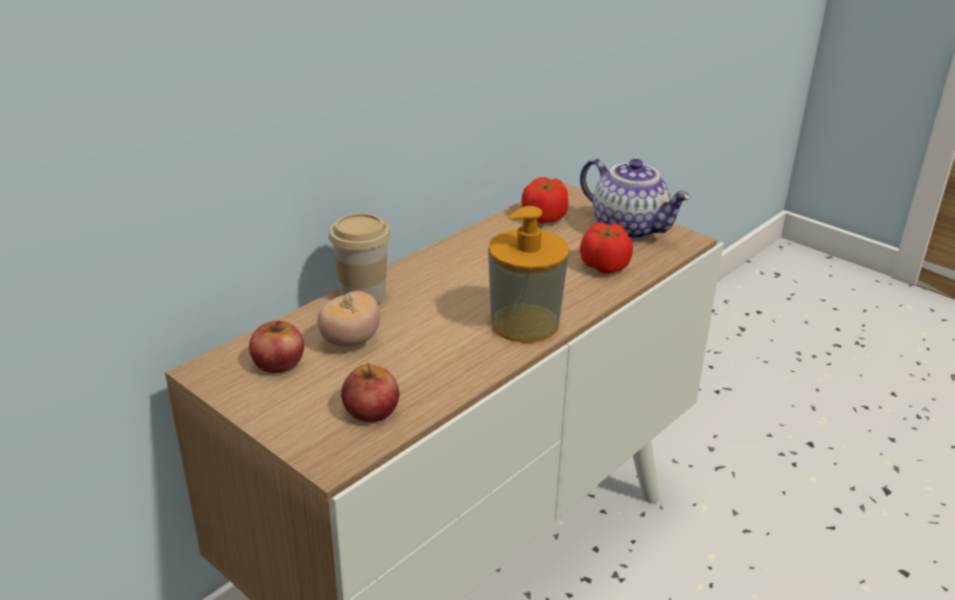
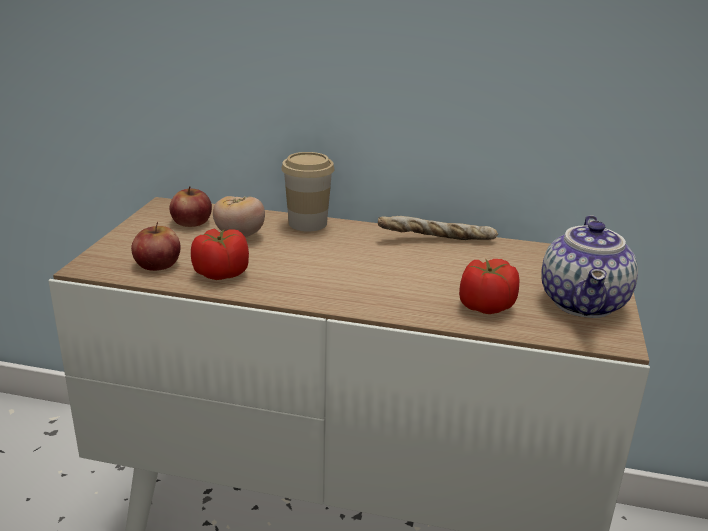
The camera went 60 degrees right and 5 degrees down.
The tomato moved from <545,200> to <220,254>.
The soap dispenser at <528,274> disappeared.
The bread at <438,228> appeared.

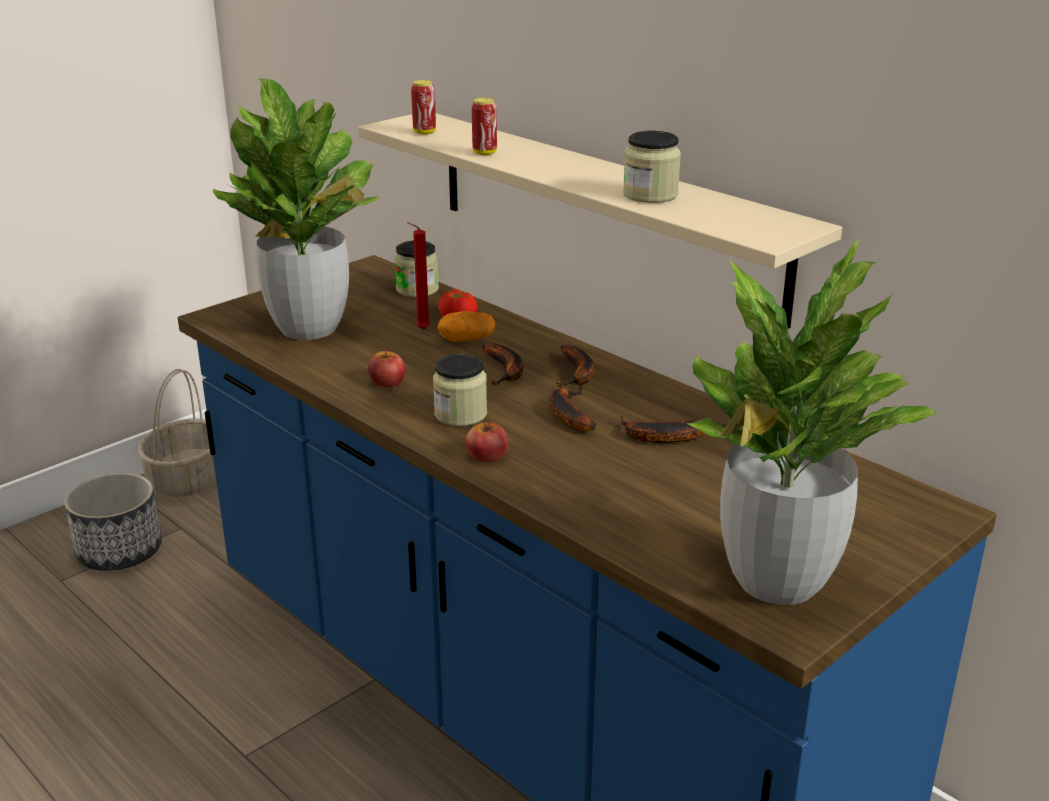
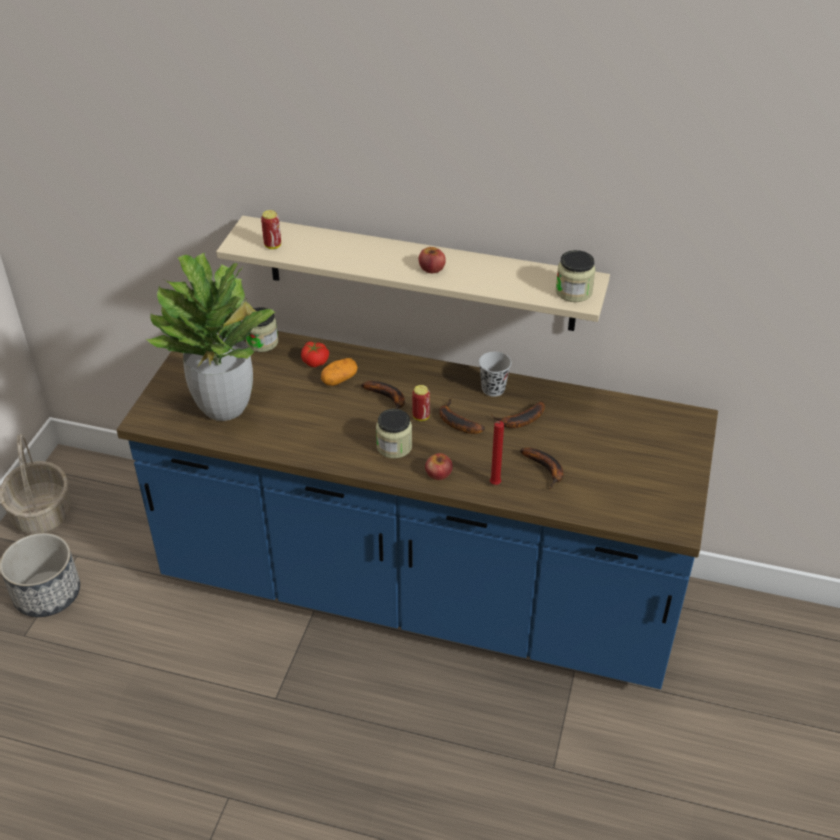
The camera went 30 degrees left and 15 degrees up.
The can moved from <484,126> to <421,403>.
The jar moved from <652,167> to <575,276>.
The candle/red moved from <418,276> to <497,453>.
The potted plant at <810,422> disappeared.
The banana moved from <575,366> to <542,468>.
The apple moved from <387,367> to <432,260>.
The cup/black at <495,374> appeared.

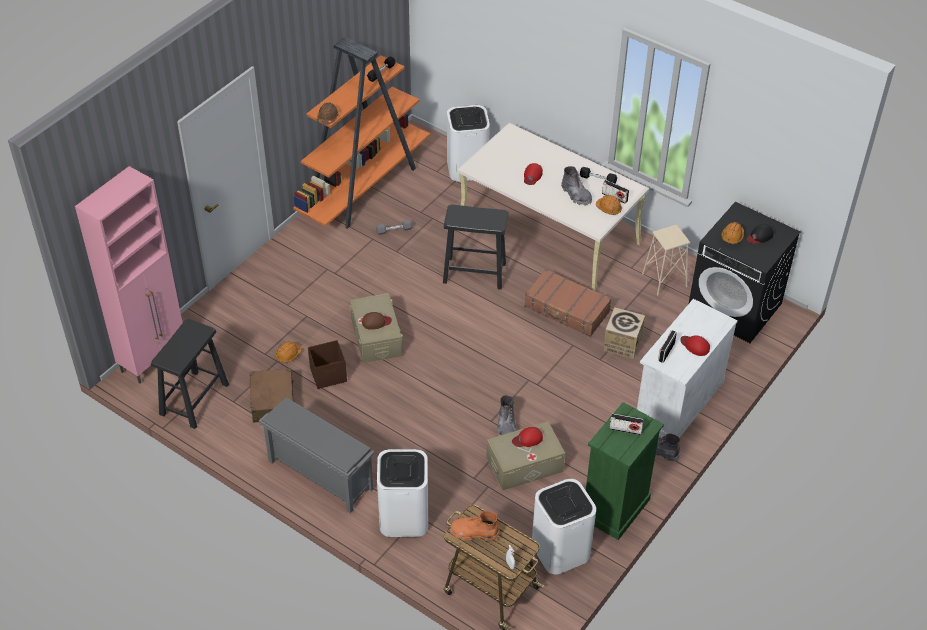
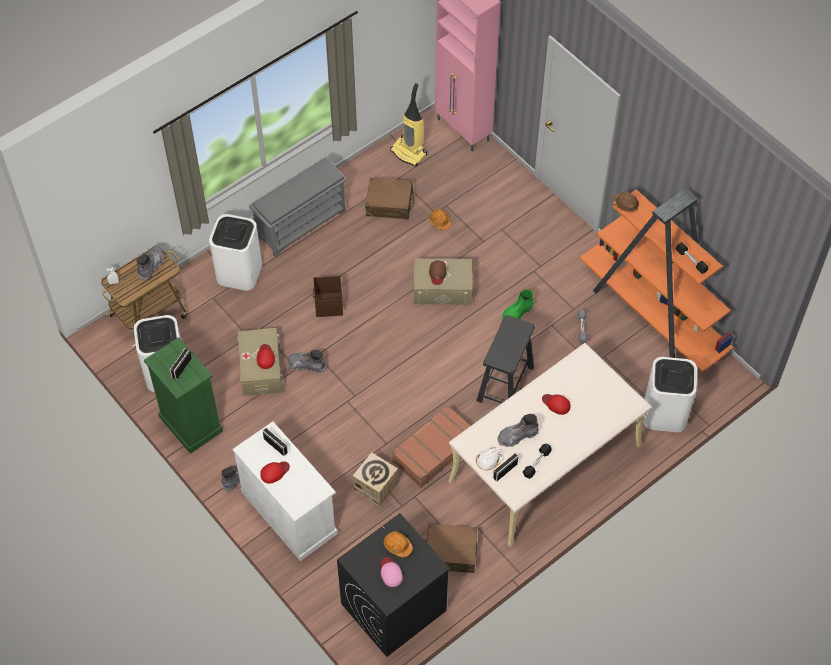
The camera went 105 degrees right and 10 degrees up.
The hard hat/orange at <609,205> became the hard hat/white at <490,458>.
The cap/black at <760,234> became the cap/pink at <392,572>.
The stool/beige at <666,260> was replaced by the suitcase/brown at <451,548>.
The stool/black at <190,374> was replaced by the vacuum cleaner at <408,125>.
The storage box/brown moved from <327,364> to <328,296>.
The boot/orange at <474,526> became the boot/grey at <150,263>.
The boot/green at <518,304> appeared.

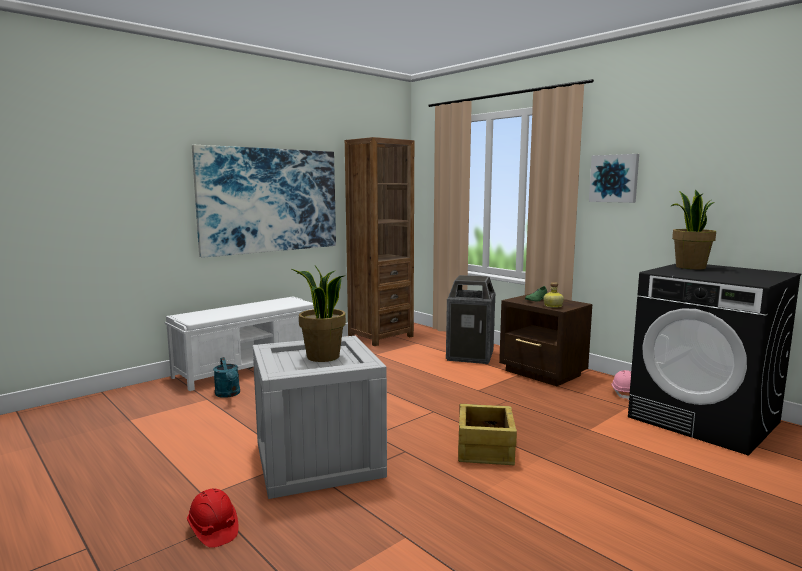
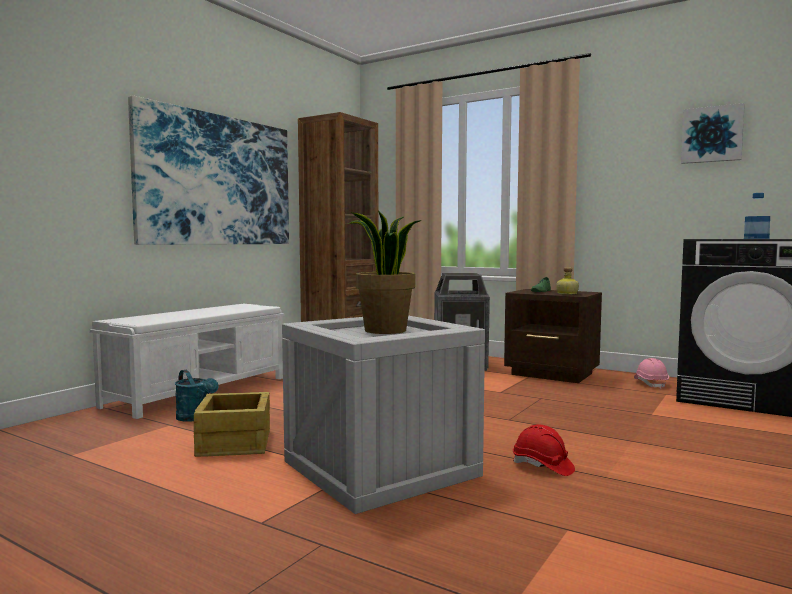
The camera went 15 degrees left and 5 degrees down.
The picture moved from <614,178> to <713,133>.
The potted plant at <693,229> disappeared.
The crate moved from <487,434> to <232,424>.
The hard hat/red moved from <212,518> to <544,450>.
The bottle at <757,216> appeared.

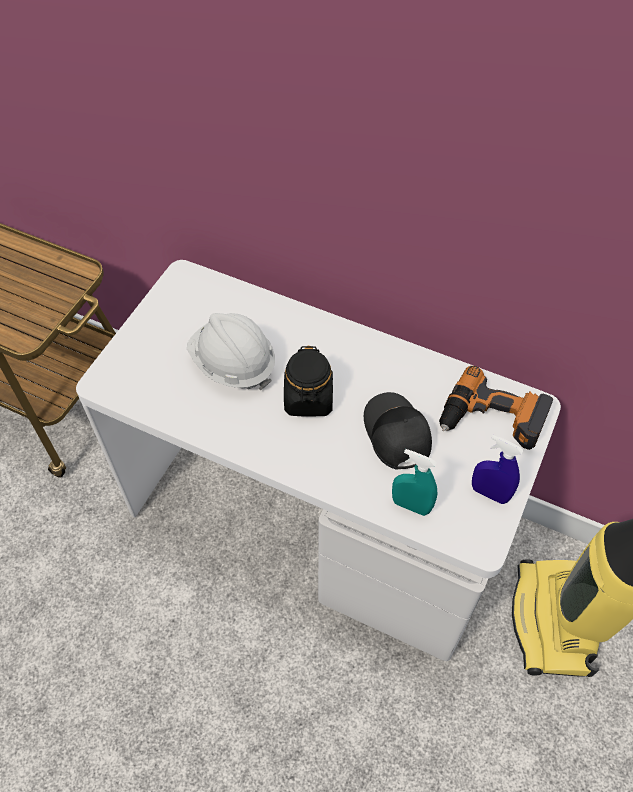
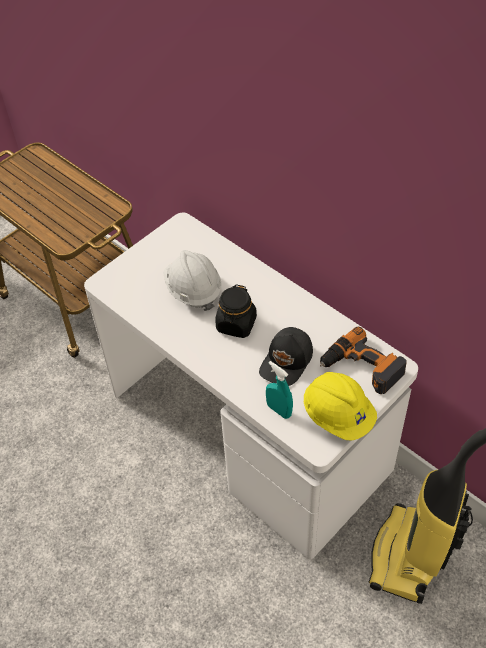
The camera went 20 degrees right and 5 degrees down.
The cap/black at <398,431> turned 150 degrees counterclockwise.
The spray bottle/blue at <497,469> was replaced by the hard hat/yellow at <340,406>.

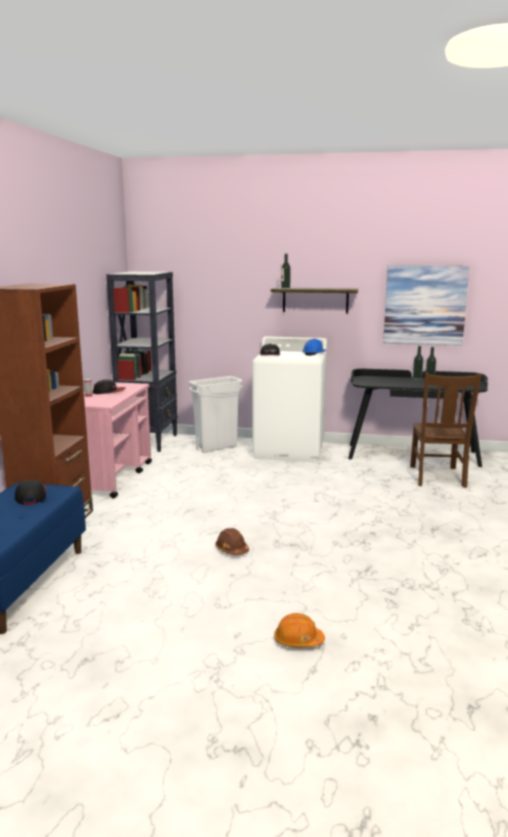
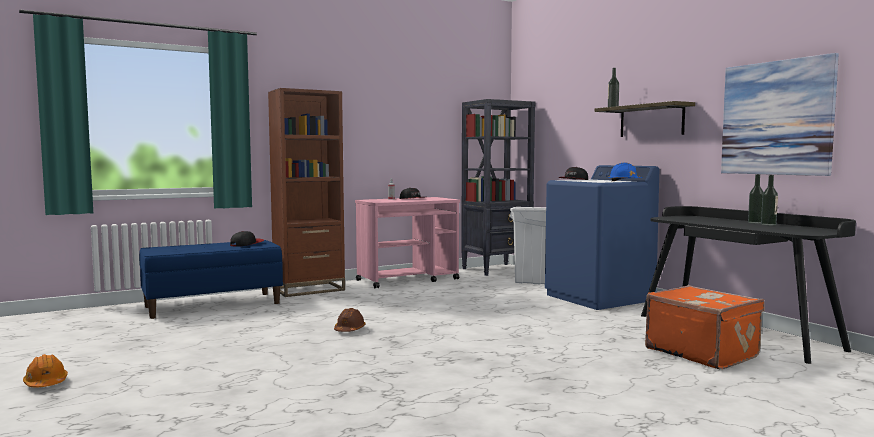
The camera went 50 degrees right and 10 degrees down.
The washing machine/white at <289,399> became the washing machine/blue at <602,237>.
The chair/brown at <446,430> was replaced by the suitcase/orange at <704,327>.
The hard hat/orange moved from <299,630> to <45,371>.

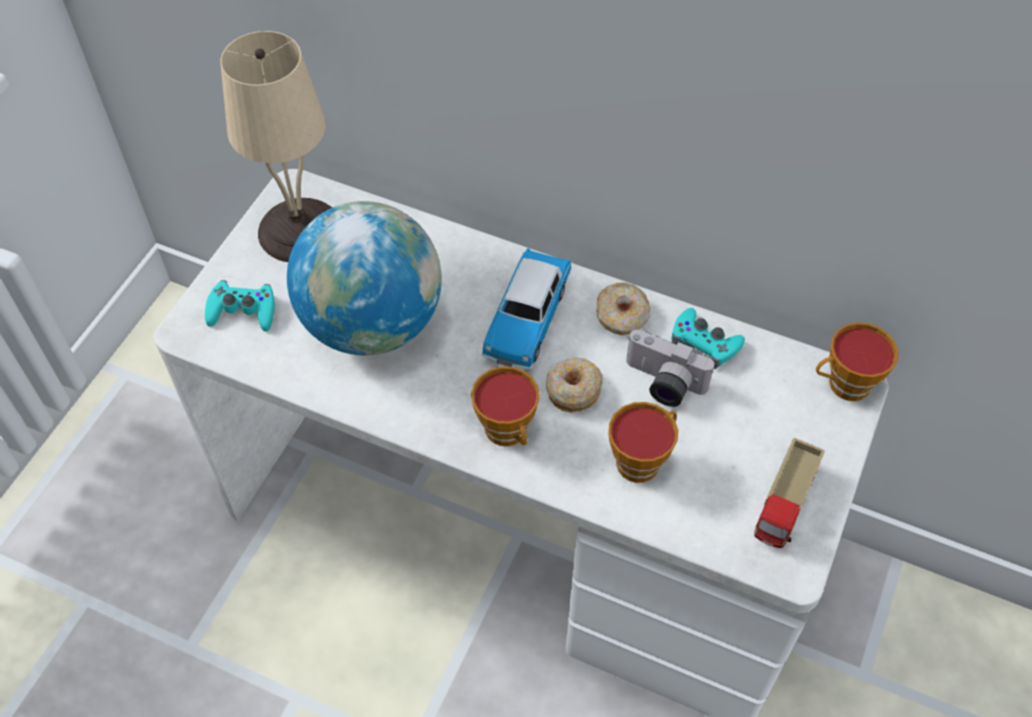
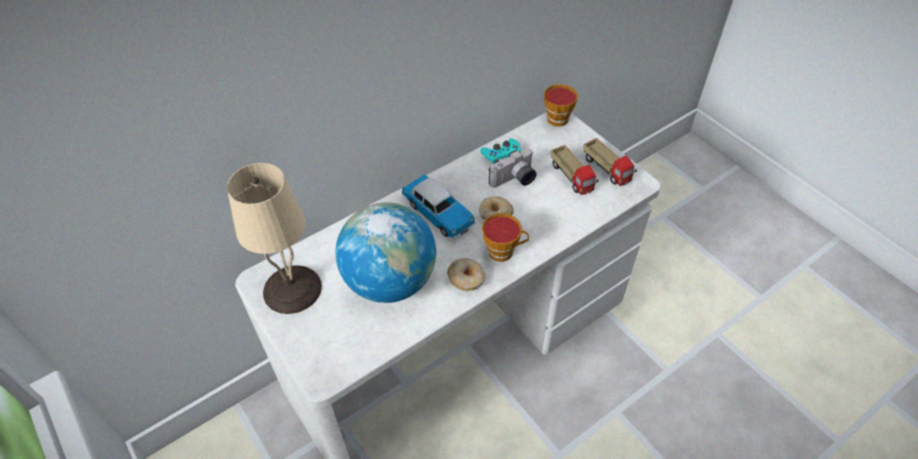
The camera went 60 degrees left and 5 degrees down.
The game controller/turquoise at <240,306> disappeared.
The donut moved from <623,308> to <466,274>.
The cup at <643,442> disappeared.
The toy truck at <574,170> appeared.

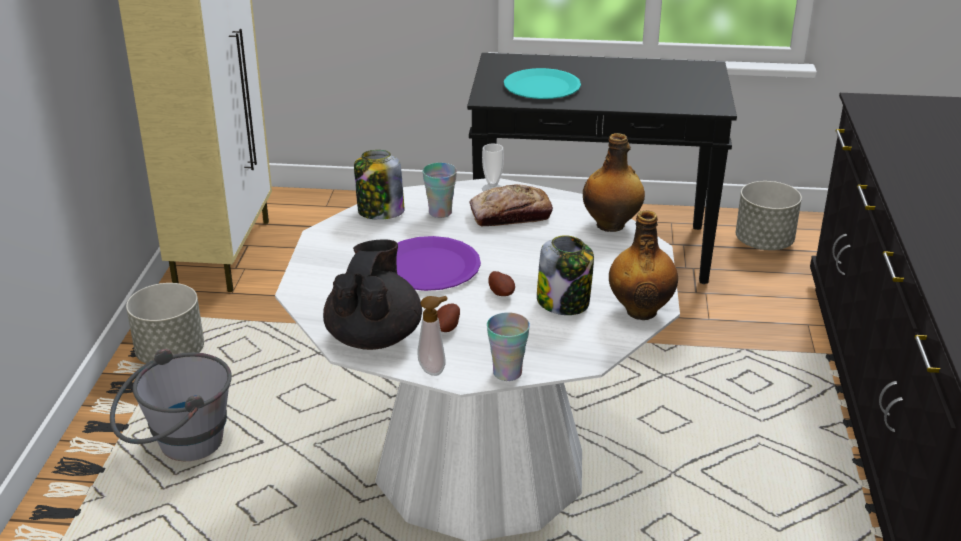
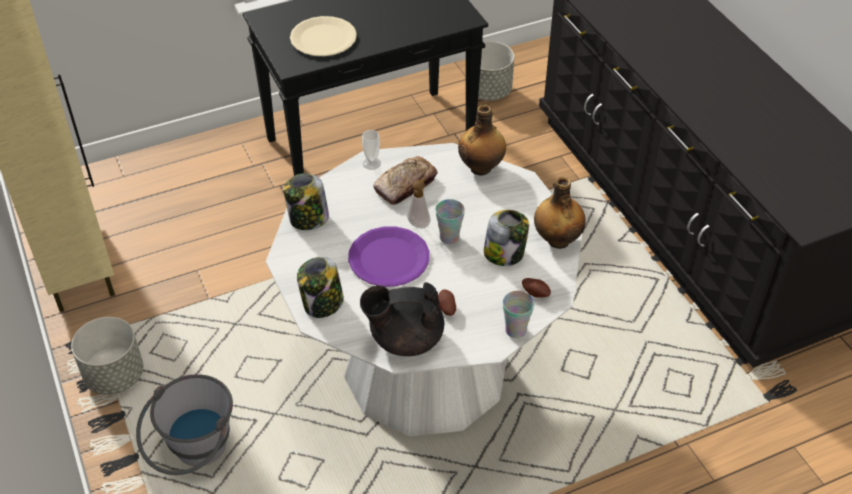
The camera went 30 degrees left and 15 degrees up.
The plate/turquoise at <542,83> became the plate/beige at <323,36>.
The cup moved from <439,190> to <450,221>.
The teapot/black at <372,294> turned 75 degrees counterclockwise.
The potato moved from <501,283> to <536,288>.
The soap dispenser moved from <432,336> to <419,203>.
The jar at <320,287> appeared.

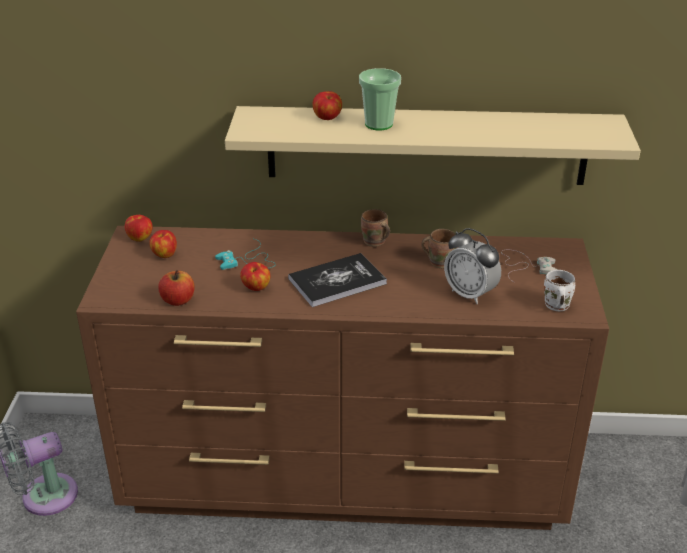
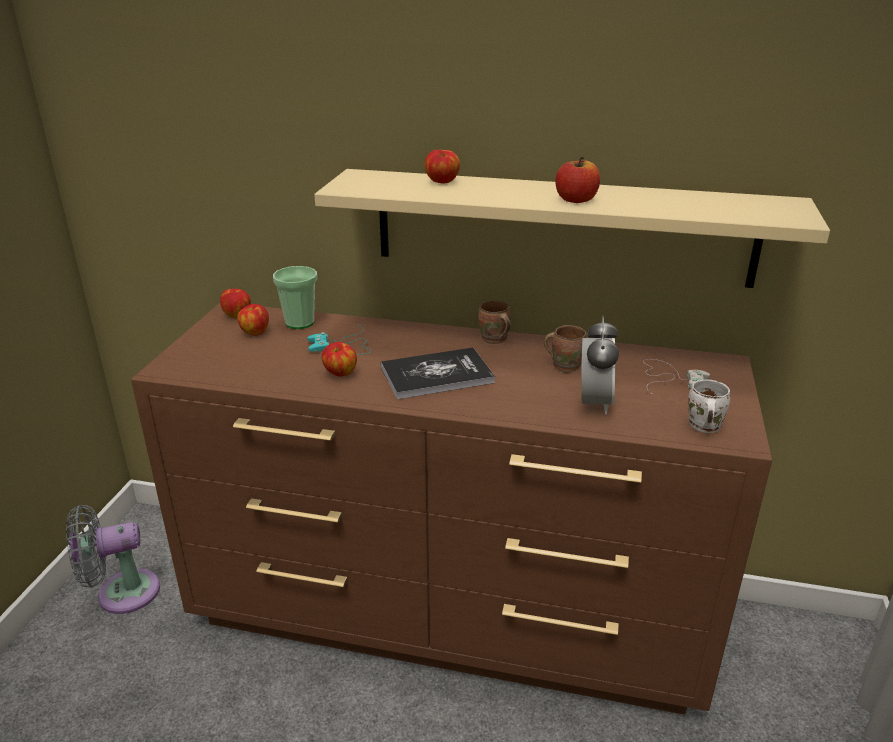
The camera went 10 degrees right and 5 degrees down.
The cup moved from <380,99> to <295,297>.
The alarm clock at <472,266> turned 135 degrees counterclockwise.
The apple moved from <176,288> to <577,180>.

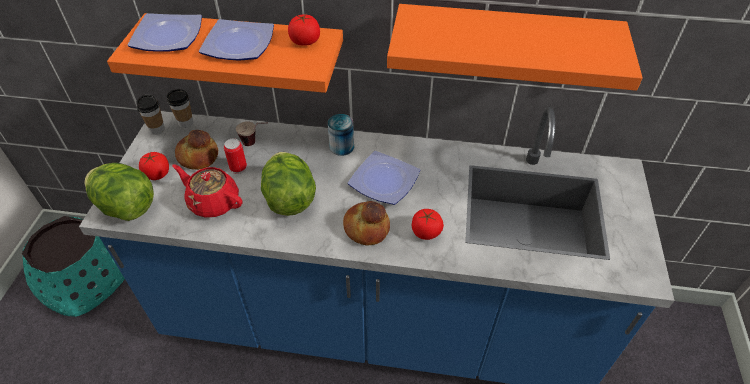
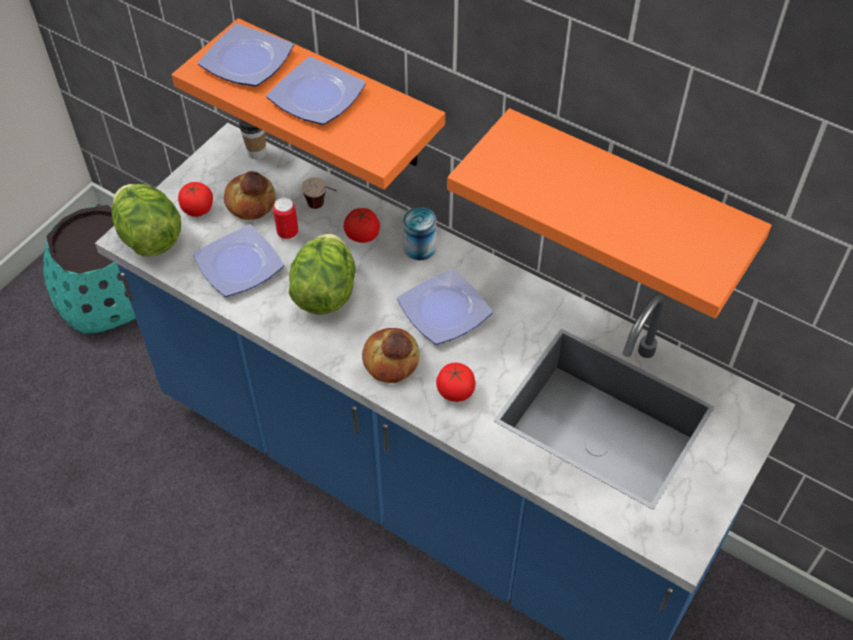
The camera went 25 degrees right and 5 degrees up.
The tomato moved from <304,30> to <362,225>.
The cup at <150,115> disappeared.
The teapot/red at <207,191> was replaced by the plate at <238,261>.

